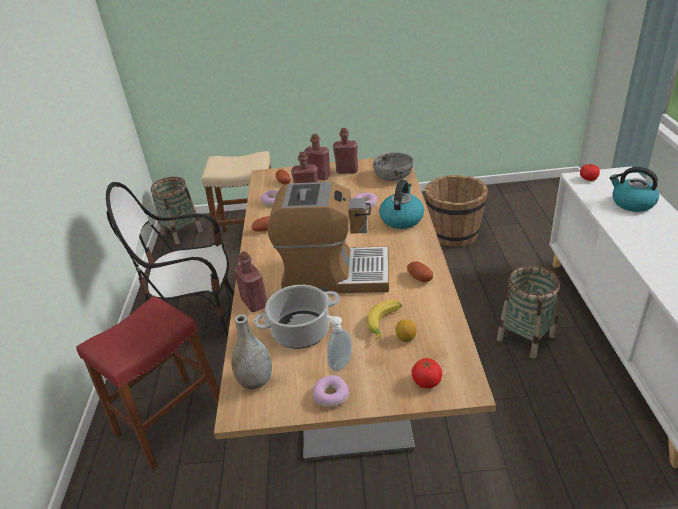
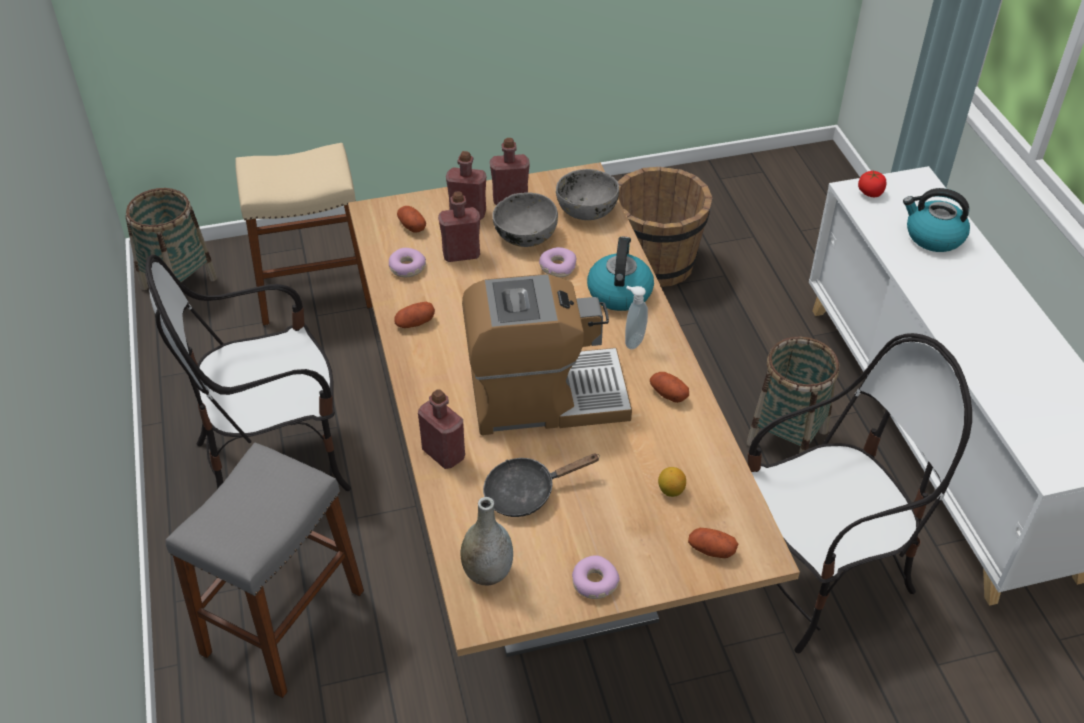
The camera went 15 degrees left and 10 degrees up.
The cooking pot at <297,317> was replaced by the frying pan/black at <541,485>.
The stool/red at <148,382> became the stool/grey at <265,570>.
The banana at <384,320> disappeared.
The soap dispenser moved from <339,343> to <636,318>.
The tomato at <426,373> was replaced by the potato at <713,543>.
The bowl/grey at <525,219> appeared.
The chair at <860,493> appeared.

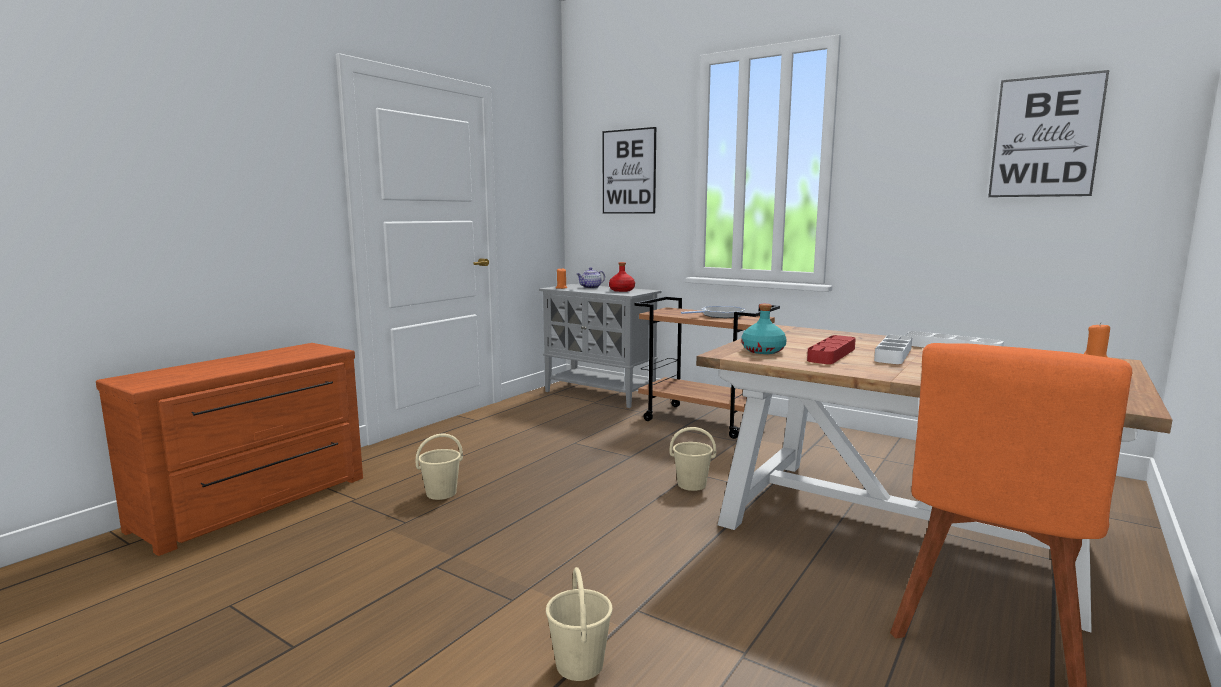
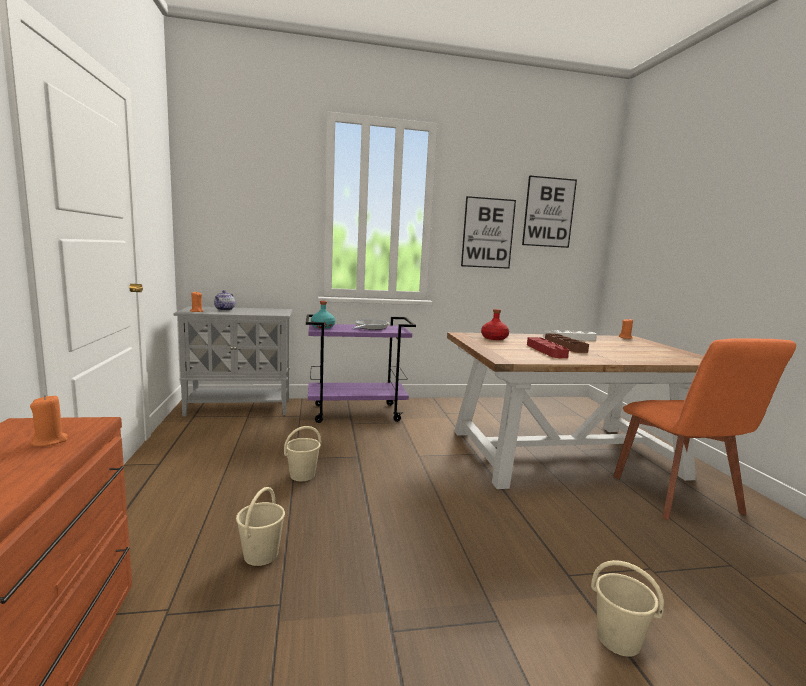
The camera went 45 degrees left and 0 degrees up.
The picture moved from <629,170> to <488,232>.
The bottle/red moved from <622,277> to <495,324>.
The cart/brown at <707,368> became the cart/purple at <361,368>.
The bottle/turquoise moved from <764,329> to <323,315>.
The tray/white at <893,349> became the tray/brown at <567,343>.
The bucket/beige moved from <693,459> to <302,453>.
The candle/orange at <49,420> appeared.

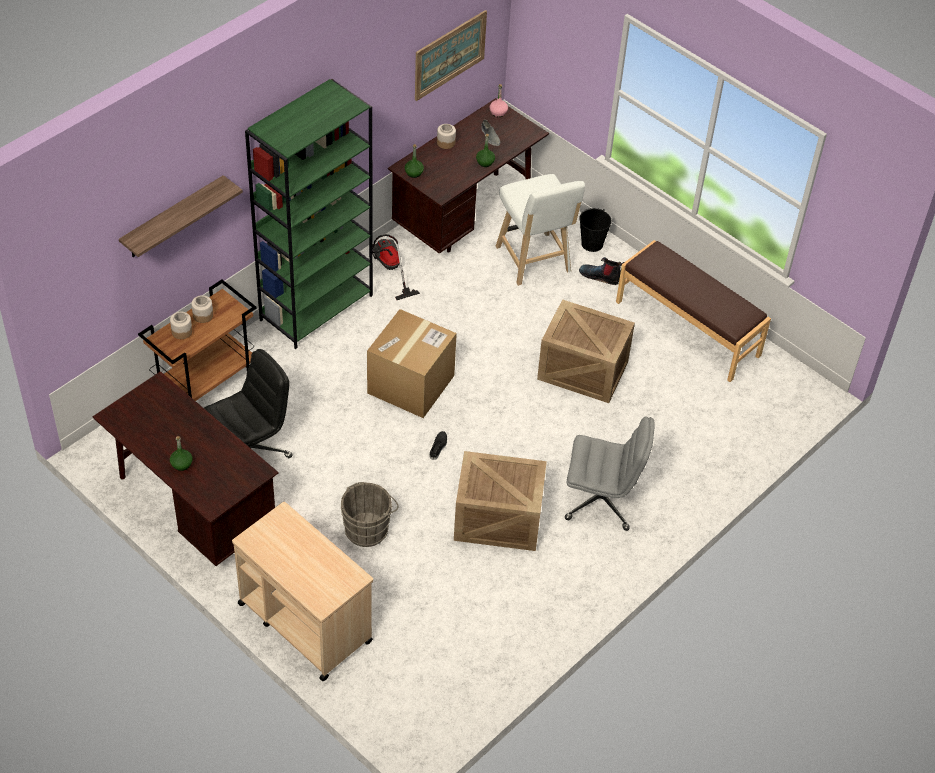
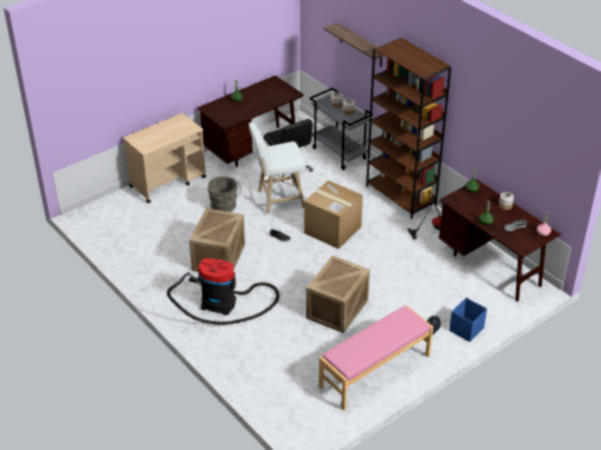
The camera went 100 degrees right and 10 degrees down.
The picture at <451,55> disappeared.
The bookcase/green at <309,214> became the bookcase/brown at <408,128>.
The stool/white moved from <540,230> to <277,168>.
The bucket/black at <595,230> was replaced by the storage box/blue at <468,320>.
The bench/brown at <693,311> became the bench/pink at <376,357>.
The cart/brown at <197,340> became the cart/grey at <341,129>.
The office chair/grey at <610,473> was replaced by the vacuum cleaner at <223,291>.

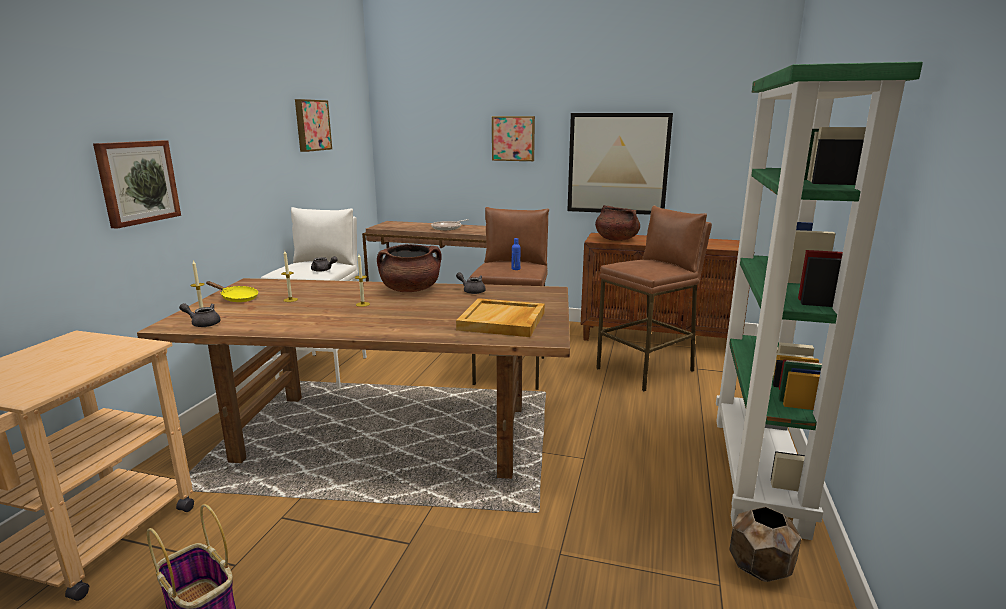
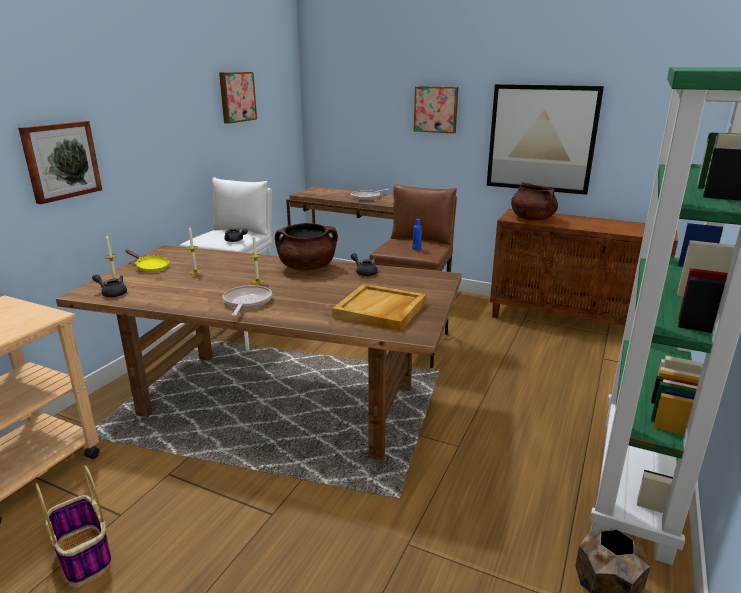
The camera went 10 degrees right and 5 degrees up.
The stool/brown at <654,298> disappeared.
The frying pan at <247,300> appeared.

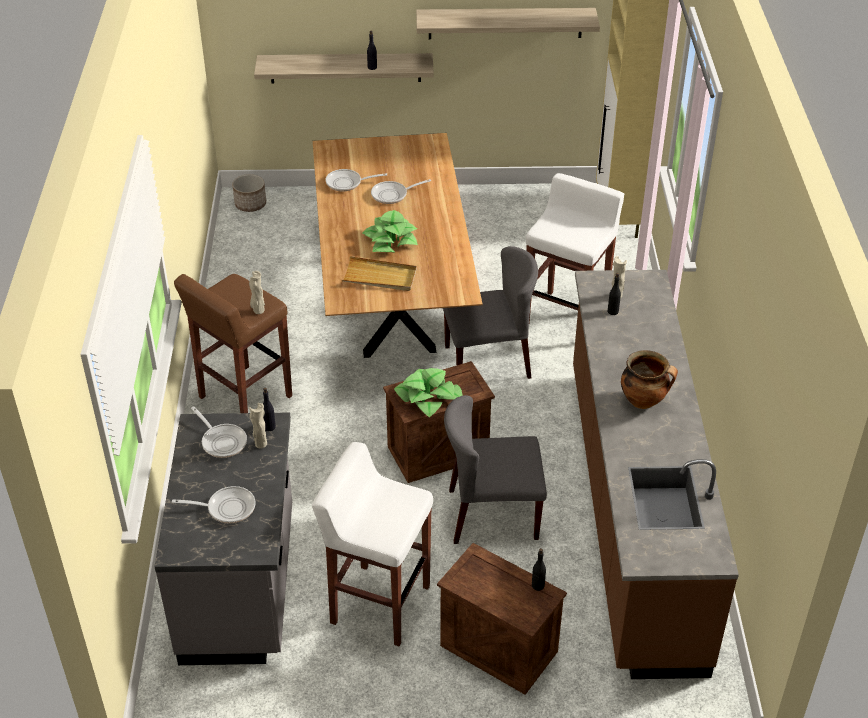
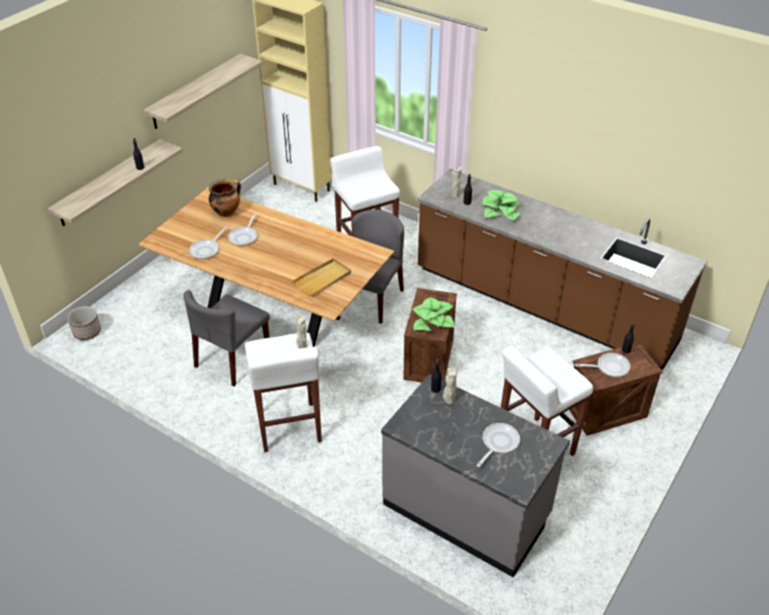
The camera went 55 degrees left and 0 degrees up.
The potted plant moved from <390,231> to <501,205>.
The stool/brown at <233,343> became the stool/white at <283,392>.
The cooking pot moved from <649,379> to <225,198>.
The chair/grey moved from <495,469> to <226,338>.
The frying pan moved from <219,432> to <602,365>.

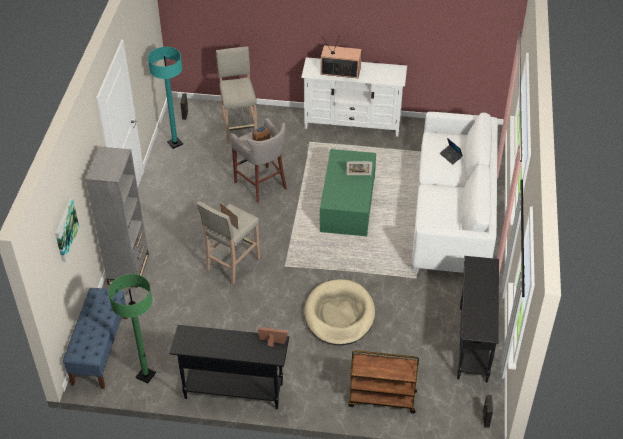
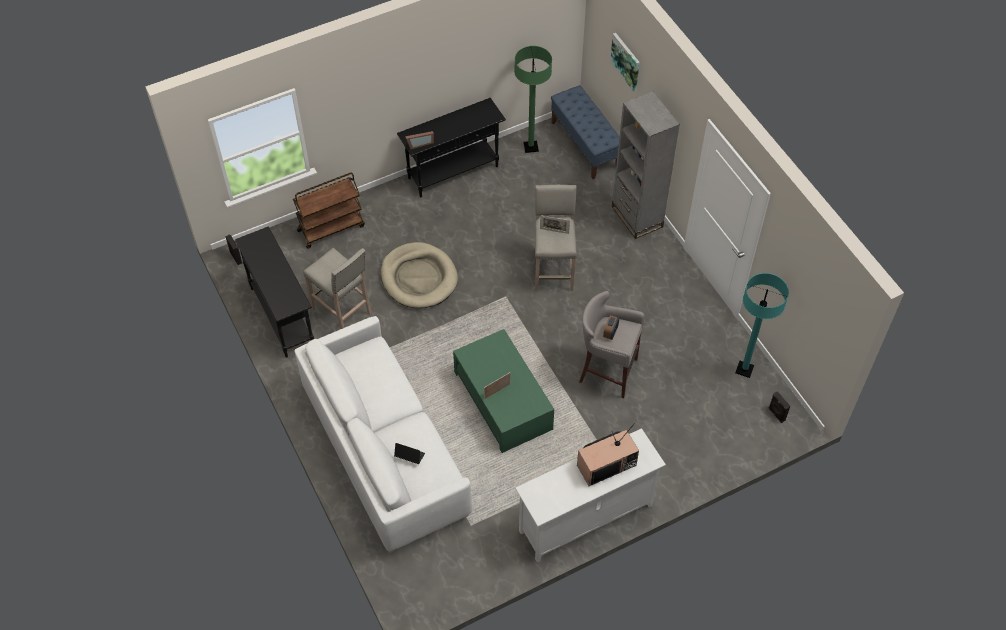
The camera went 145 degrees right and 10 degrees up.
The stool/beige moved from <236,95> to <337,288>.

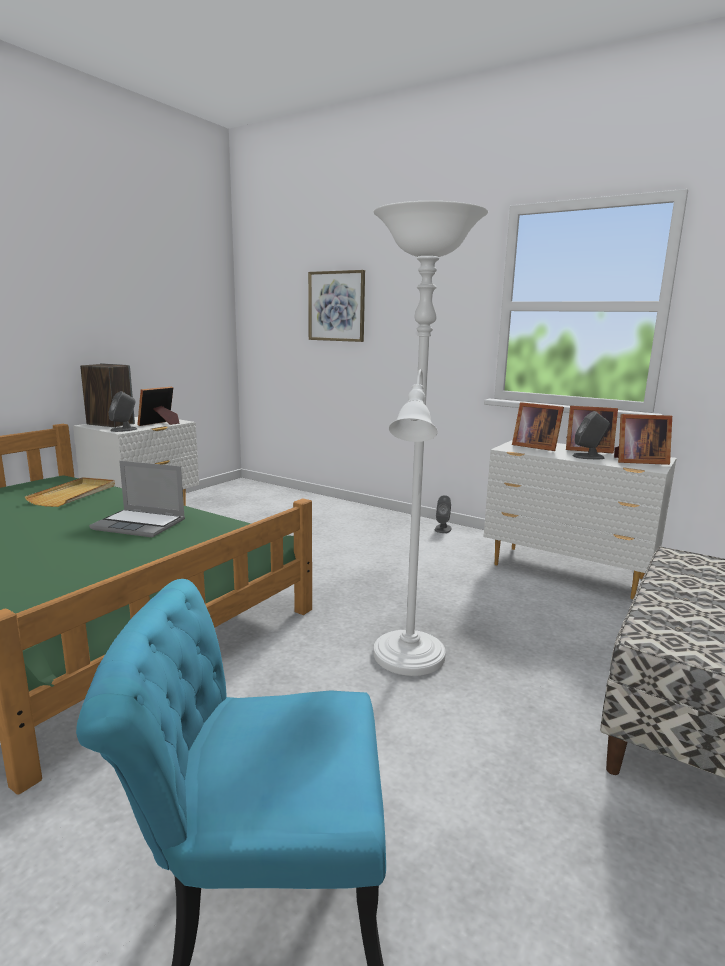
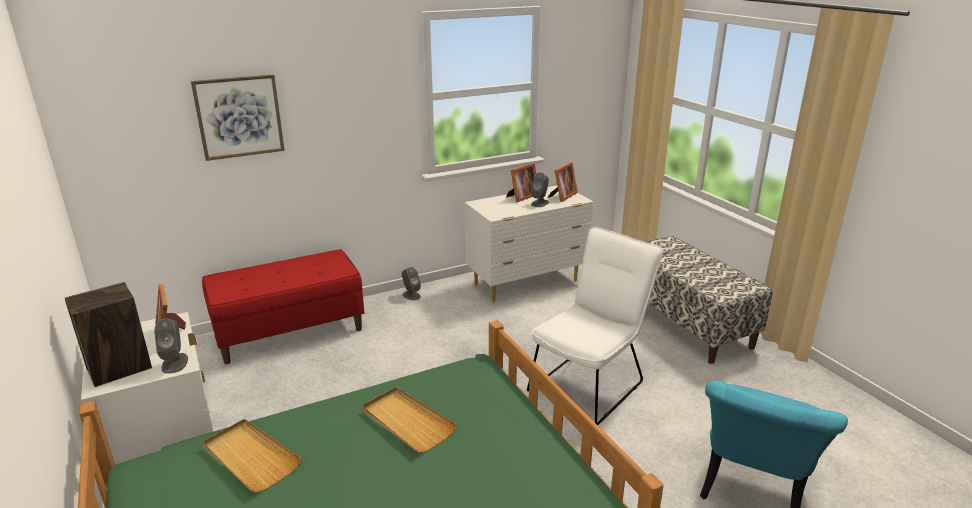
The camera went 60 degrees left and 10 degrees up.
The floor lamp/white at <430,438> was replaced by the chair/white at <595,326>.
The picture frame at <538,426> disappeared.
The laptop at <137,499> was replaced by the tray/beige at <409,420>.
The bench/red at <283,306> appeared.

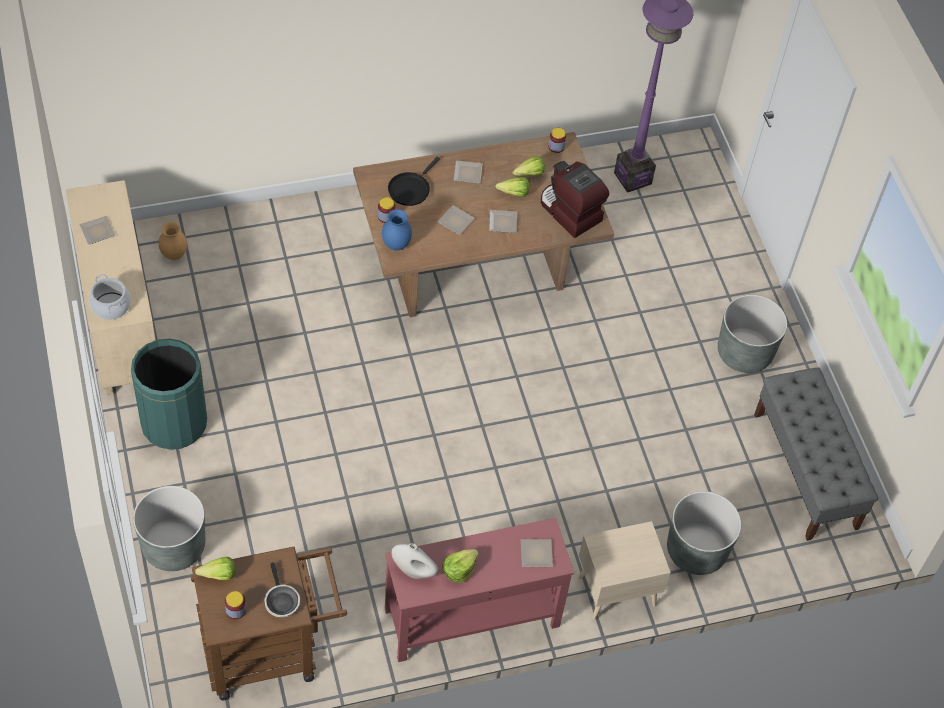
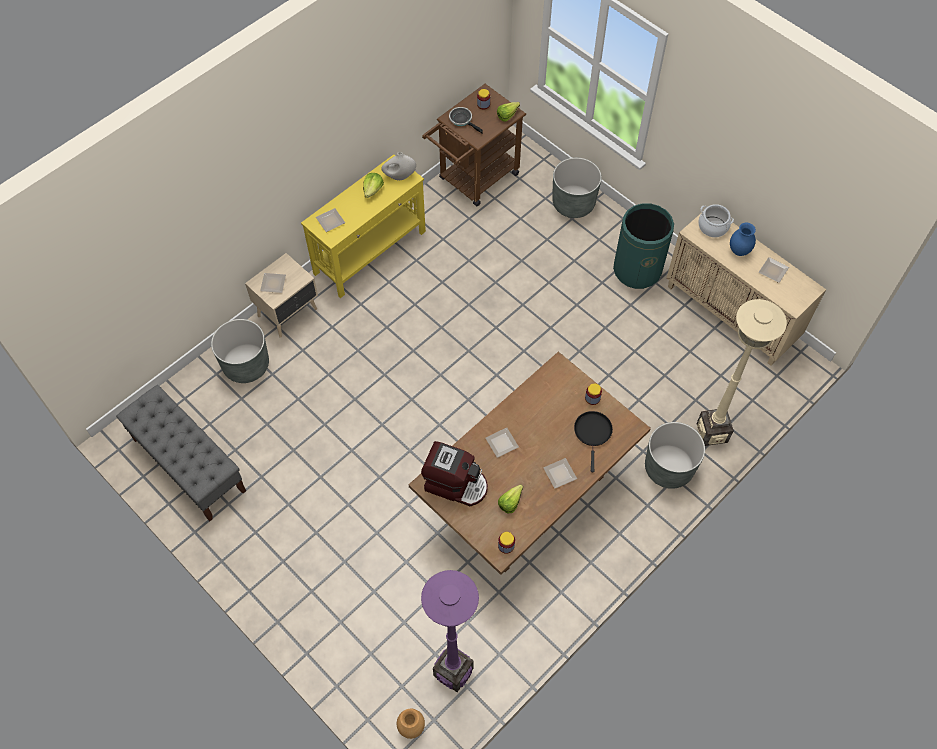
The camera went 155 degrees right and 5 degrees up.
The lettuce at <512,187> disappeared.
The plate moved from <456,220> to <273,283>.
The vase/blue moved from <397,230> to <743,239>.
The vase/brown moved from <173,241> to <411,724>.
The planter/grey moved from <752,334> to <675,455>.
The console table/red at <479,590> became the console table/yellow at <363,226>.
The floor lamp/beige at <742,372> appeared.

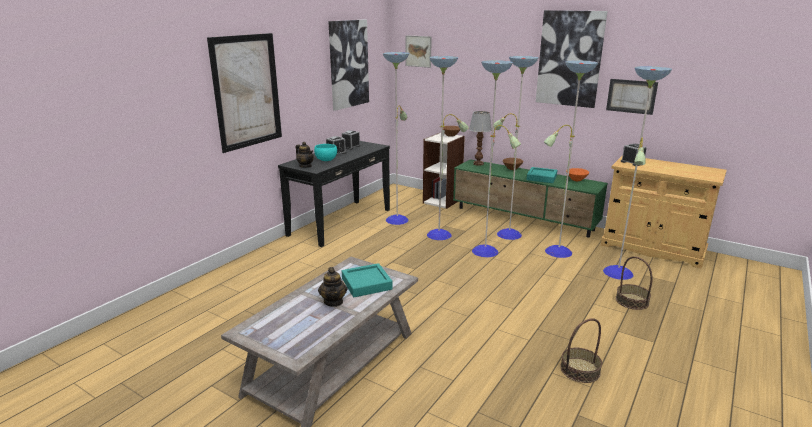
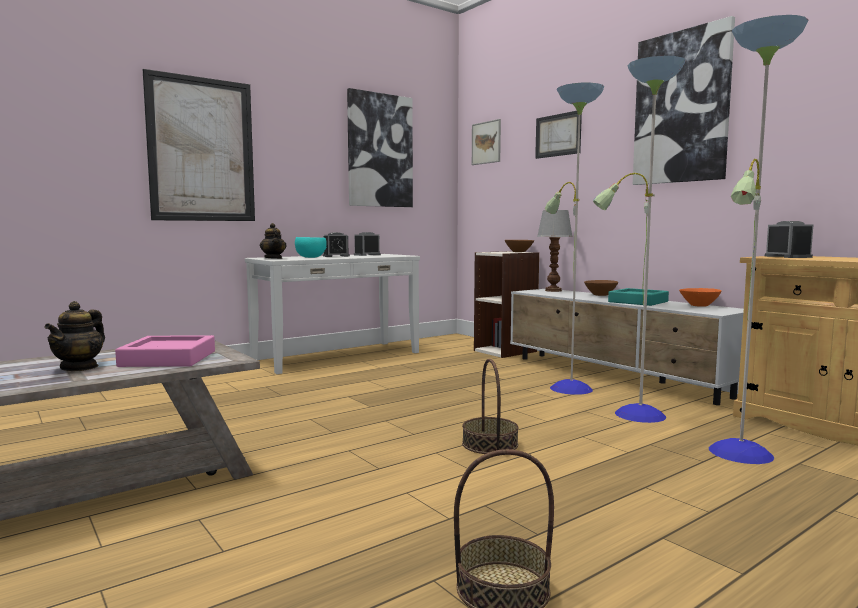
The camera went 20 degrees right and 15 degrees down.
The floor lamp at <452,154> disappeared.
The picture moved from <632,97> to <558,135>.
The console table/black at <334,194> became the console table/white at <332,314>.
The tv stand/green at <530,198> became the tv stand/white at <627,347>.
The basket moved from <634,283> to <490,406>.
The tray/turquoise at <367,280> became the tray/pink at <165,351>.

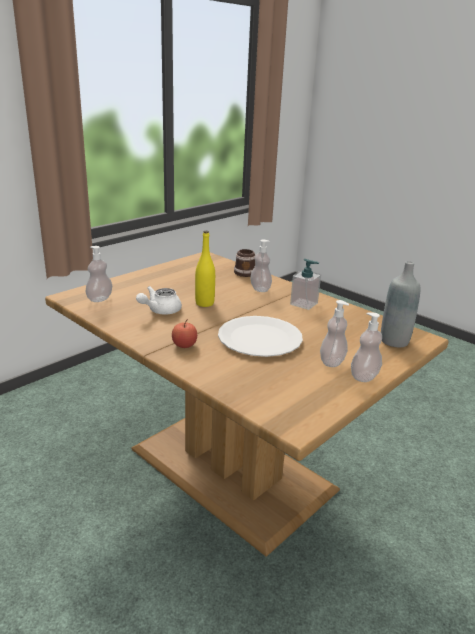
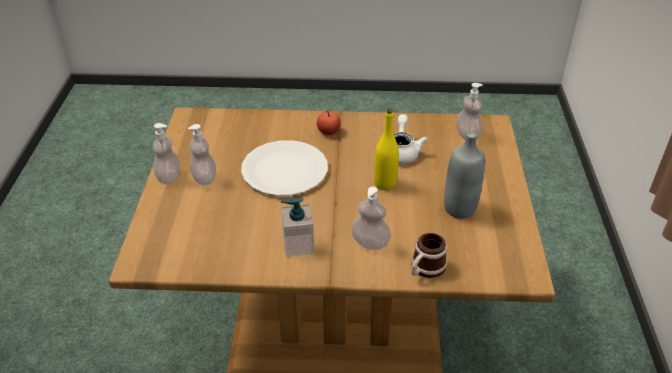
The camera went 140 degrees right and 15 degrees up.
The bottle/grey moved from <400,304> to <464,175>.

